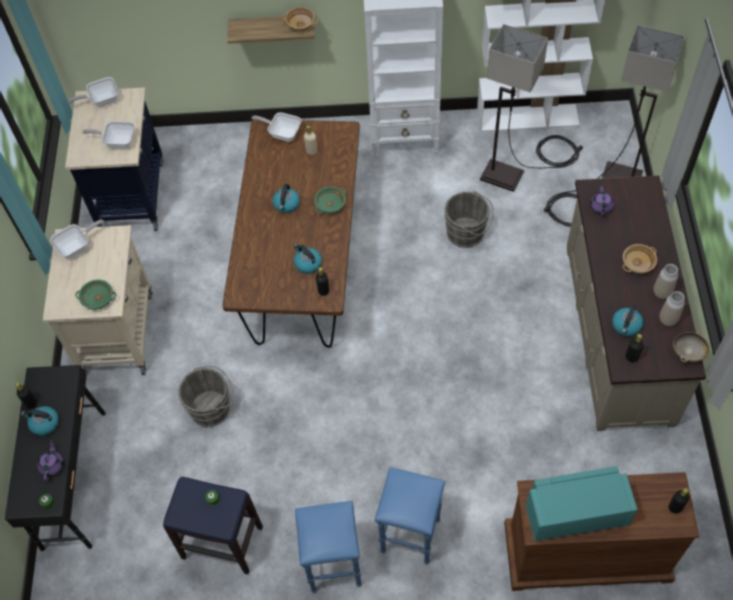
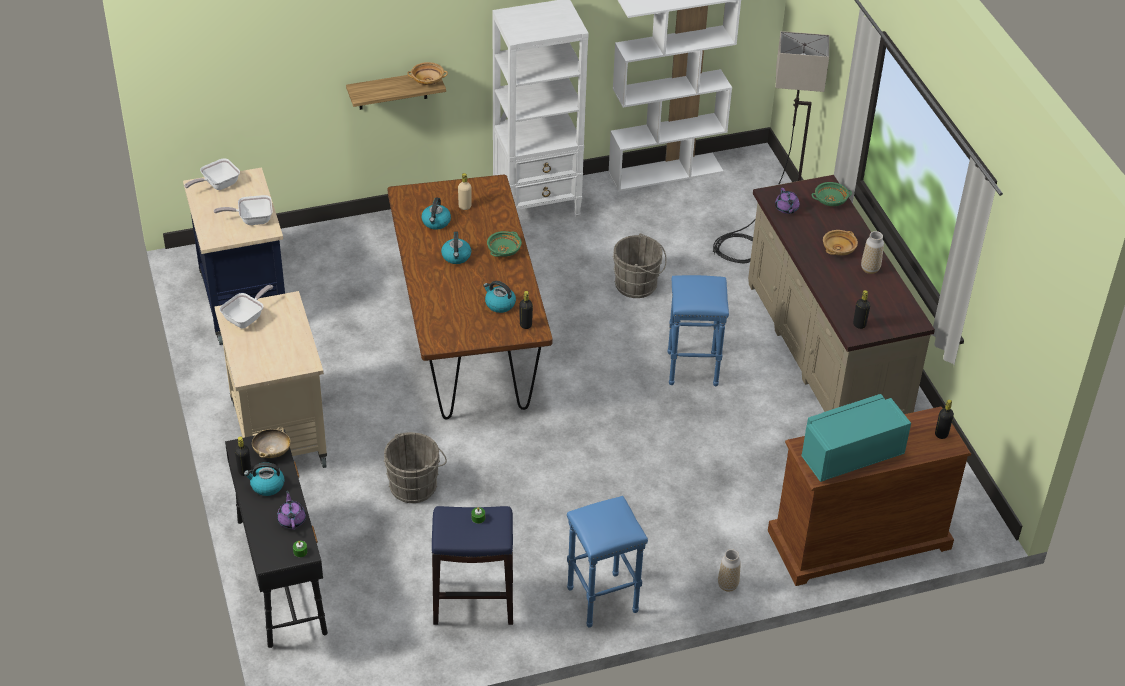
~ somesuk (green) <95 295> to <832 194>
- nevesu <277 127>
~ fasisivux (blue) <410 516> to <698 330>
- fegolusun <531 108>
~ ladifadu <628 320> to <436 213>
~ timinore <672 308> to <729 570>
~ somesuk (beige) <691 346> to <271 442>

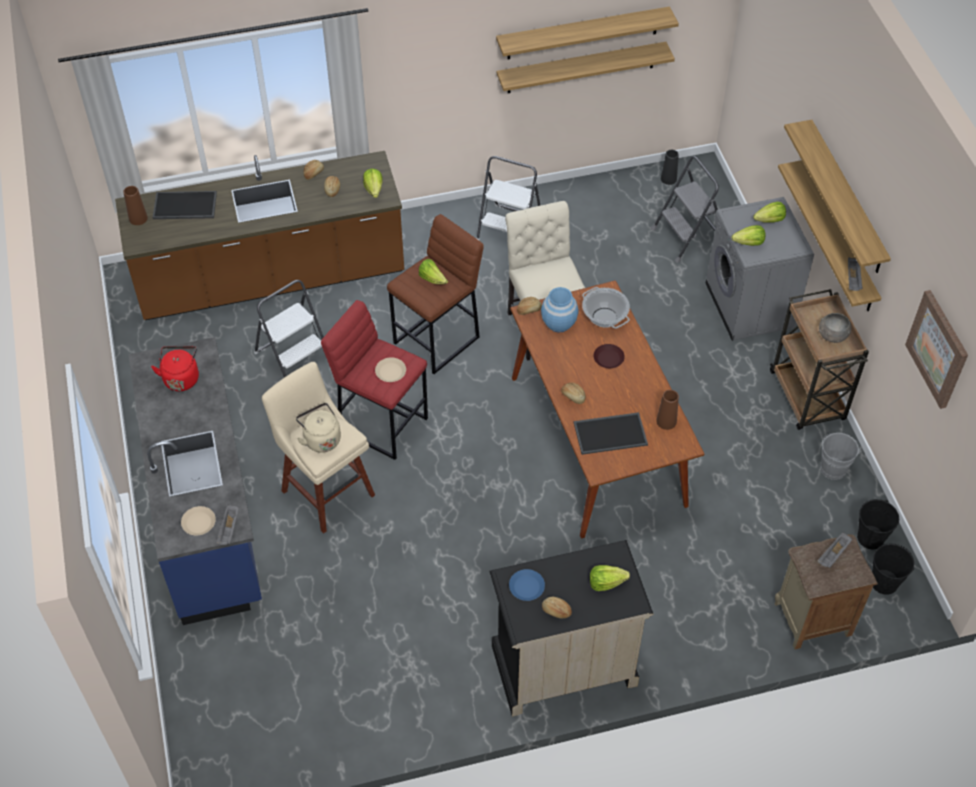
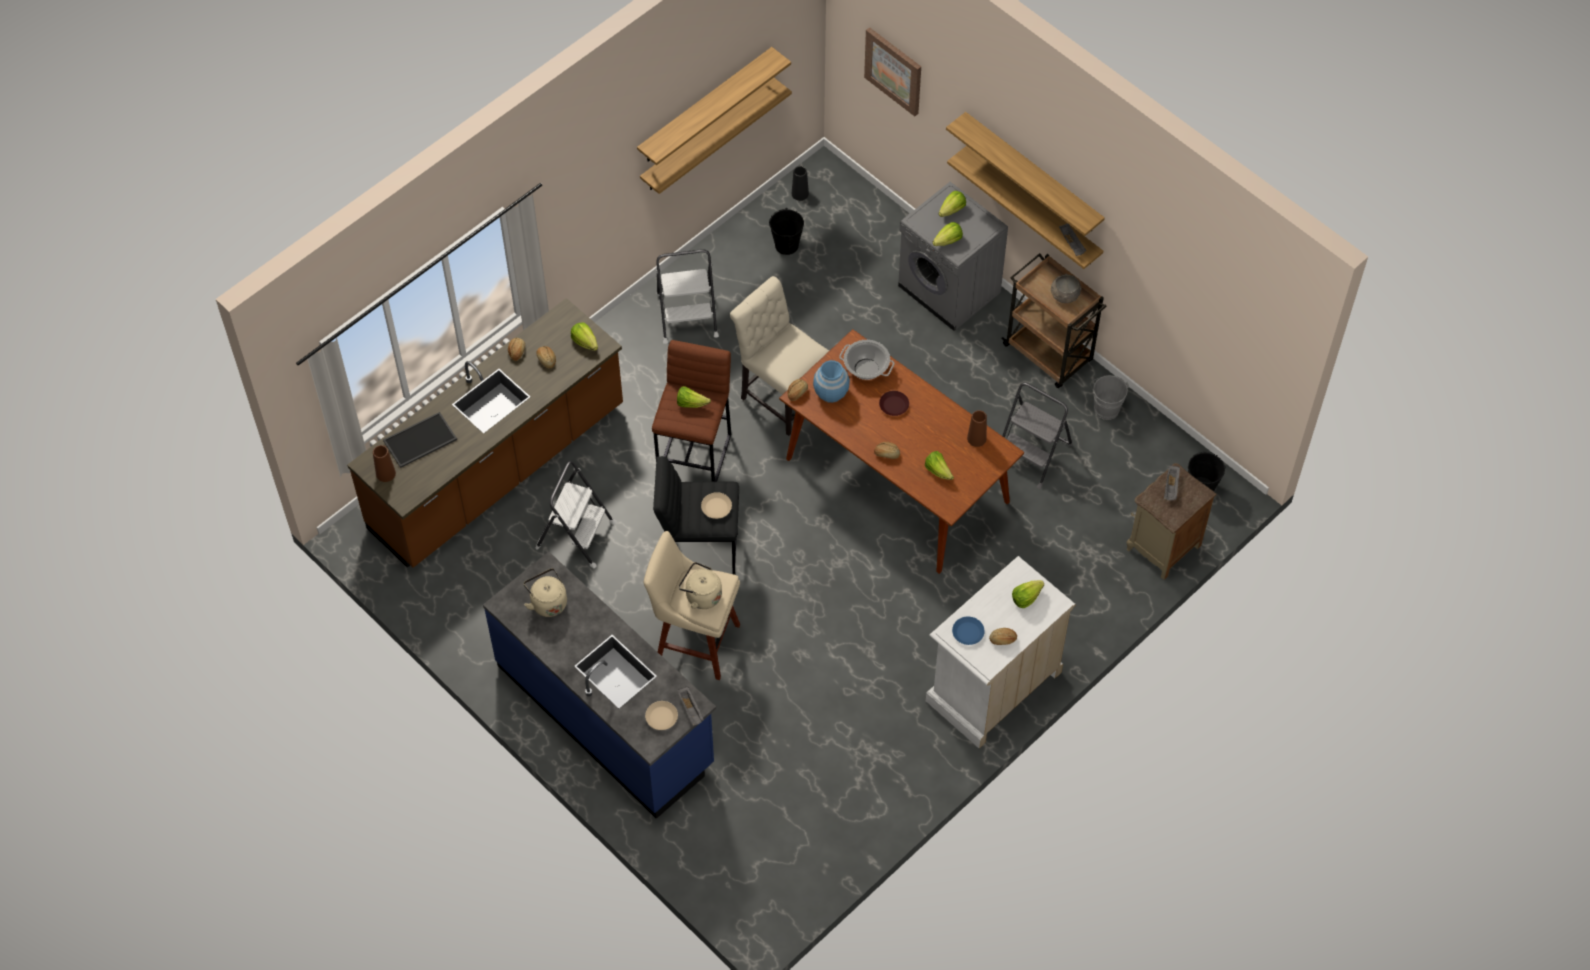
~ ladifadu (red) <175 368> to ladifadu (beige) <545 592>
~ fasisivux (red) <374 380> to fasisivux (black) <696 515>
~ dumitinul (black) <571 628> to dumitinul (white) <1001 652>
~ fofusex <610 433> to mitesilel <939 465>
~ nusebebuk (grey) <685 209> to <1037 436>
~ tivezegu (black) <878 524> to <786 231>
~ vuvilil <936 349> to <892 71>

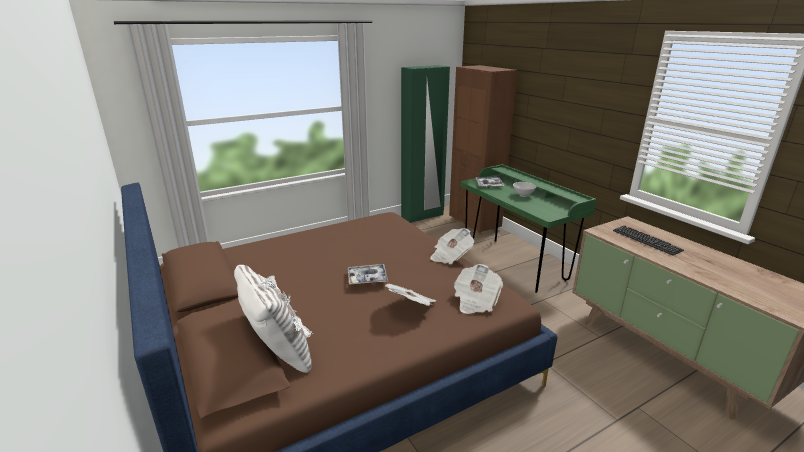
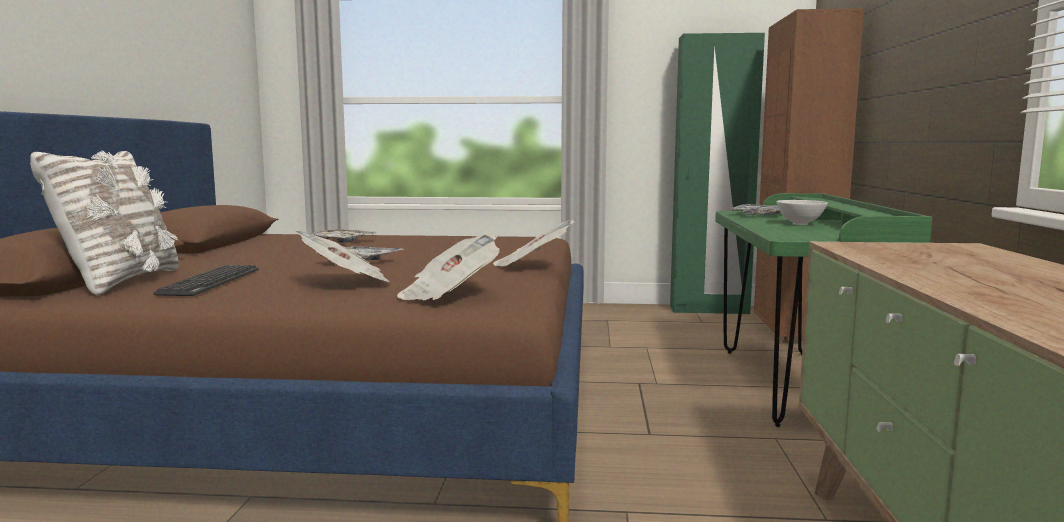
~ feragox <648 240> to <206 280>
+ fofusex <343 235>

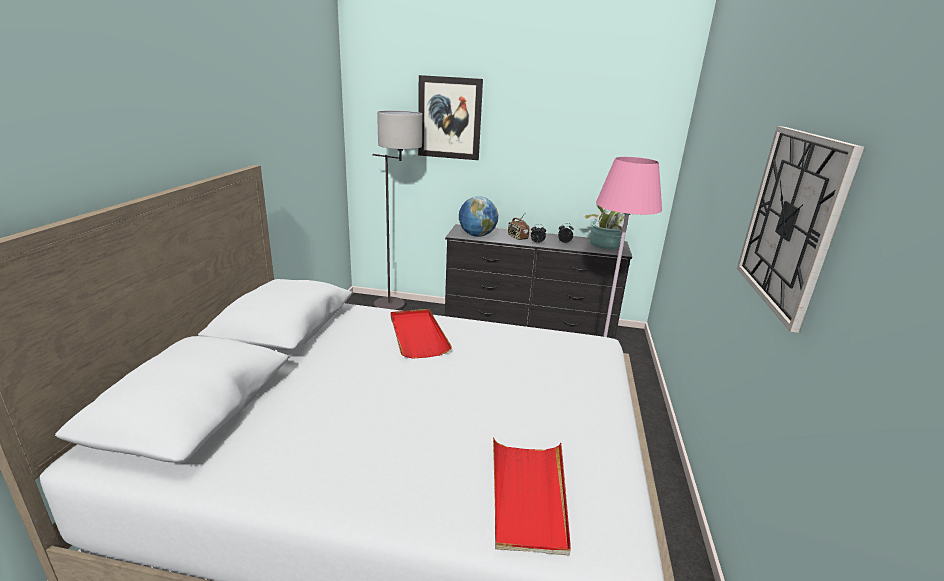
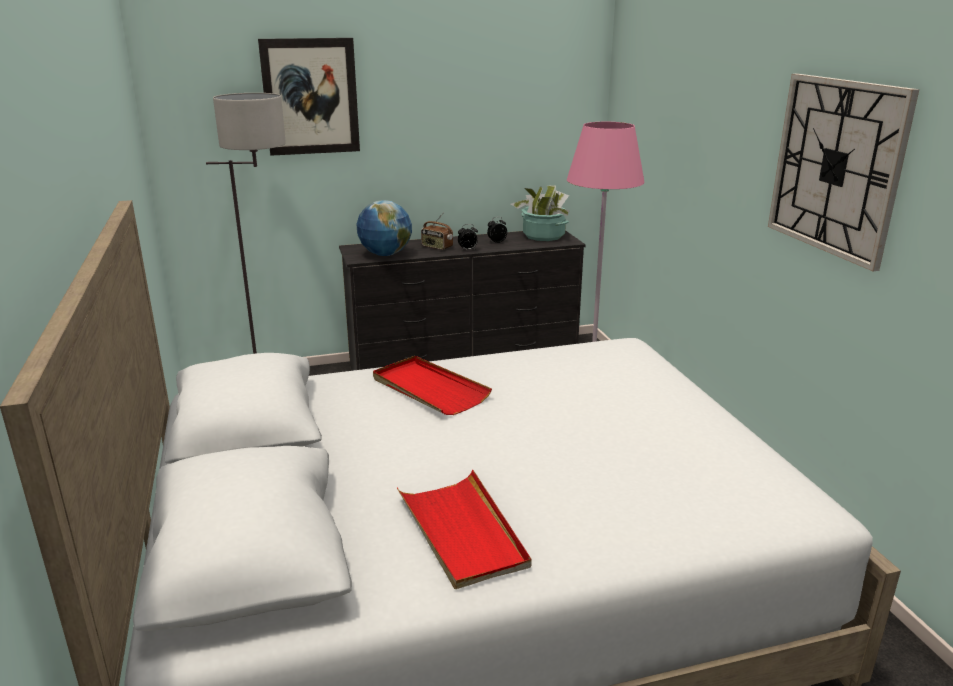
~ fofusex (red) <532 496> to <464 529>

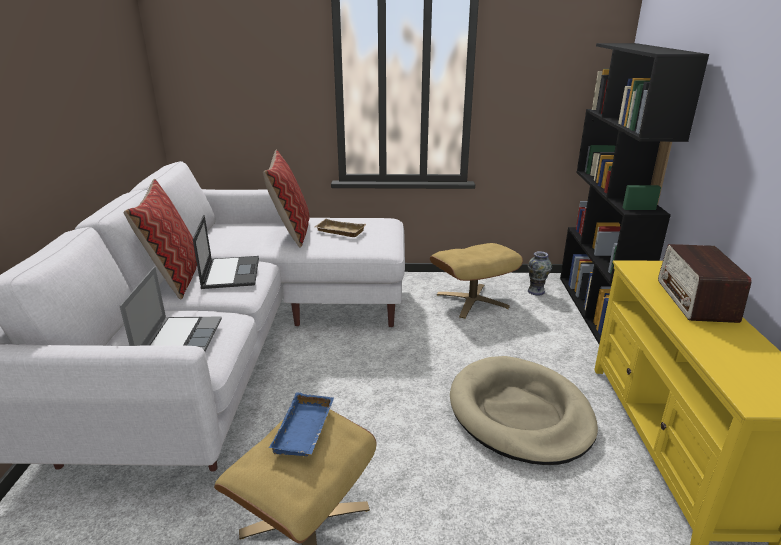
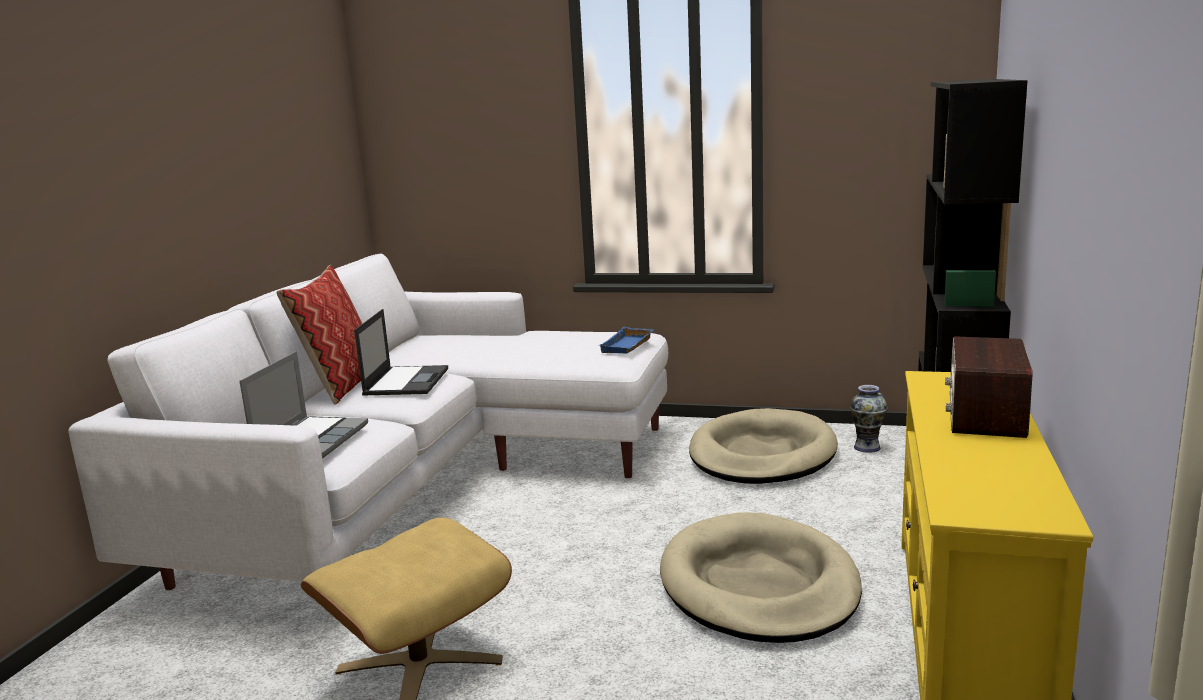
- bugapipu <286 199>
~ fofusex (blue) <301 424> to <627 340>
- fofusex (beige) <340 228>
~ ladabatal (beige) <476 281> to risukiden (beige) <763 446>

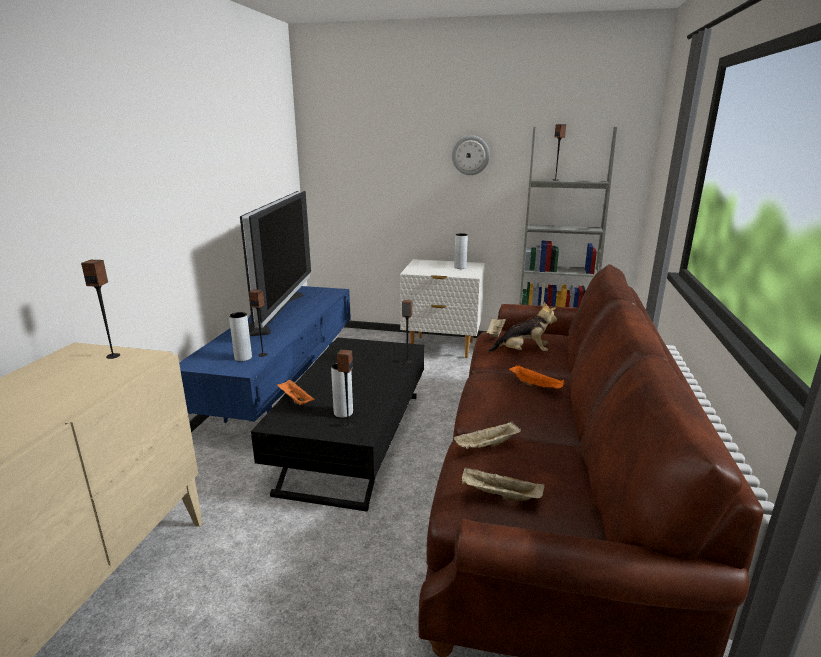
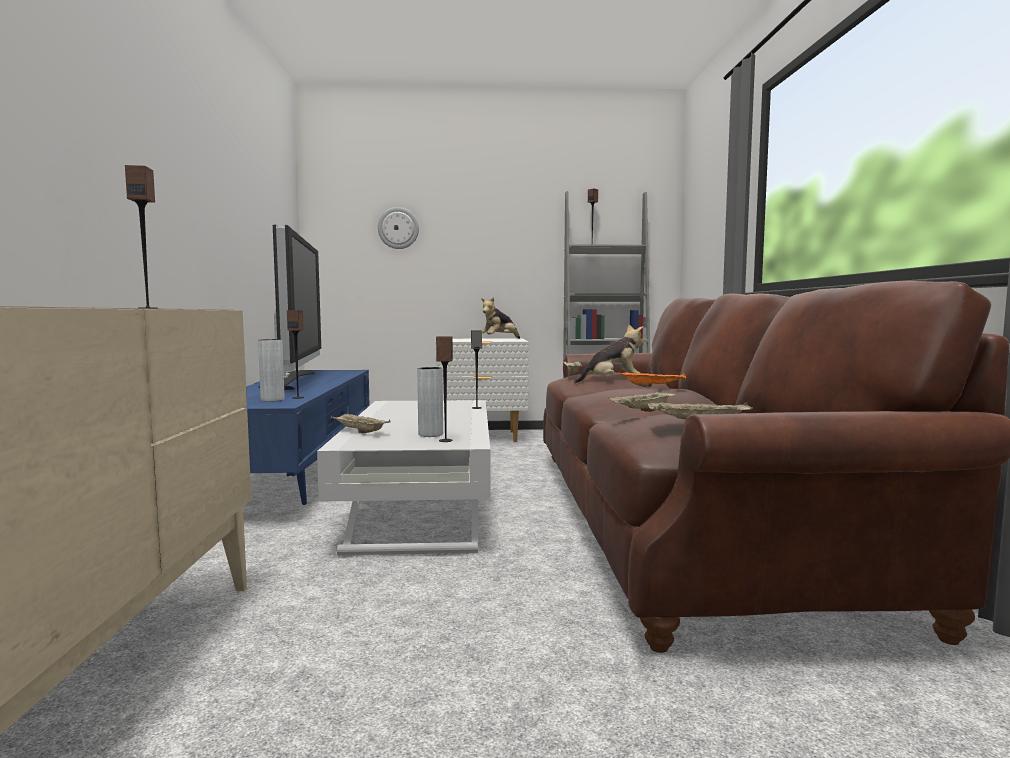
~ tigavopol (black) <337 424> to tigavopol (white) <404 478>
~ fofusex (orange) <295 392> to fofusex (beige) <361 423>
~ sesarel <471 155> to <398 228>
~ timinore (grey) <461 251> to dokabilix <500 318>

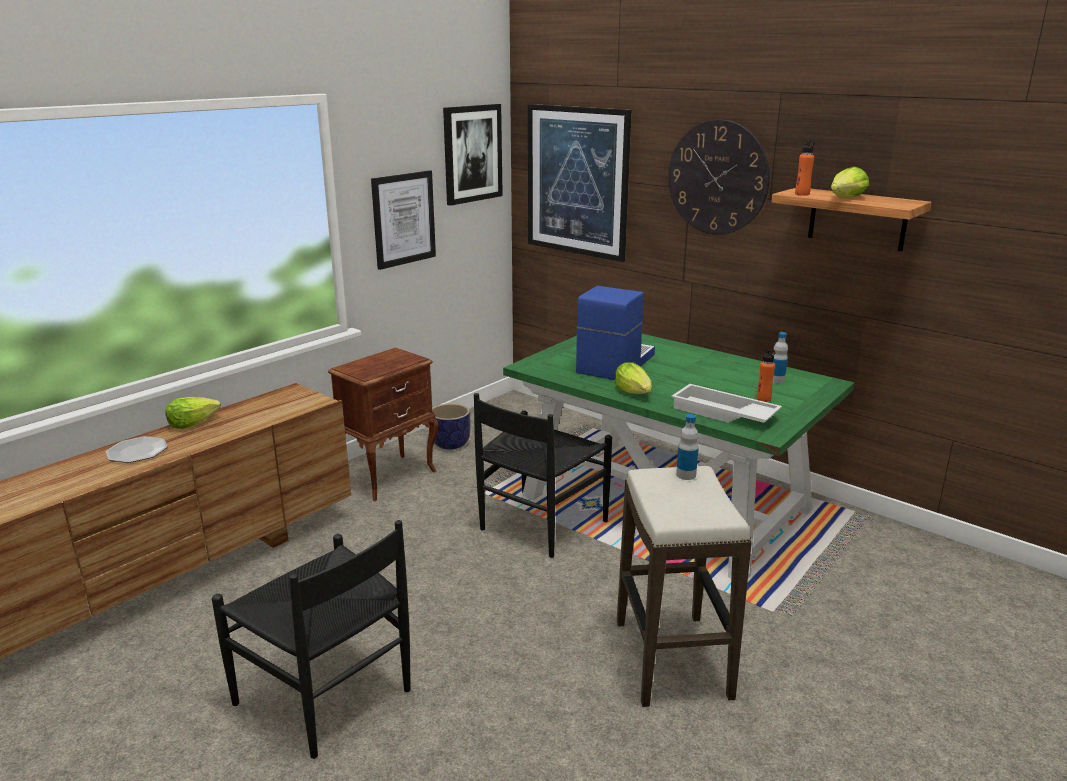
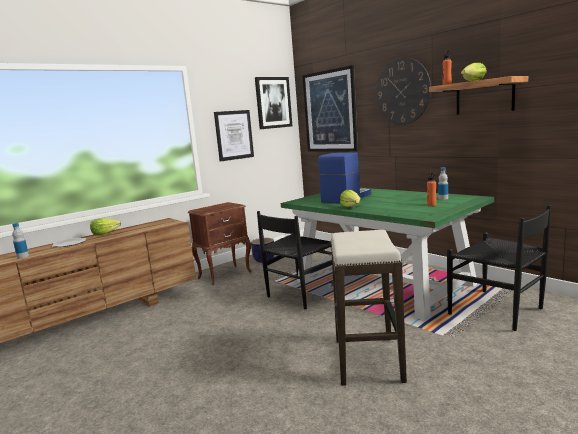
~ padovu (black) <311 639> to <499 268>
- fofusex (white) <726 403>
~ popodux <687 447> to <20 241>

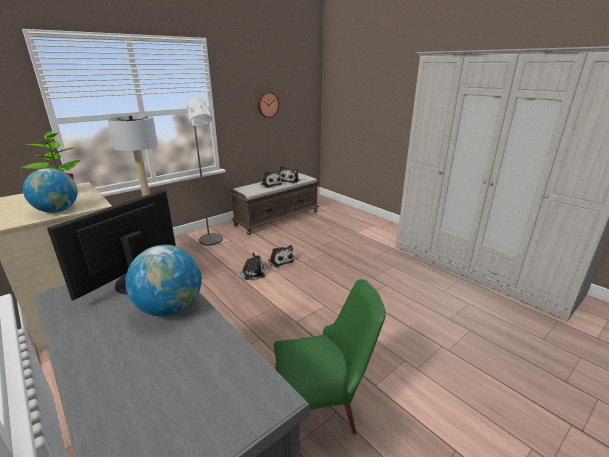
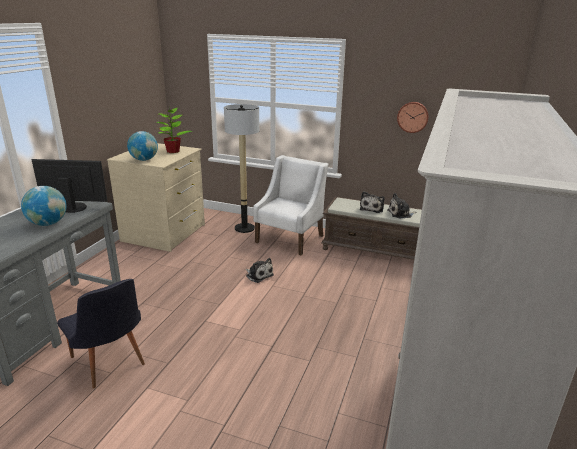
~ fegolusun (grey) <204 171> to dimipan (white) <290 205>
- dokabilix <281 256>
~ padovu (green) <330 357> to padovu (black) <101 334>

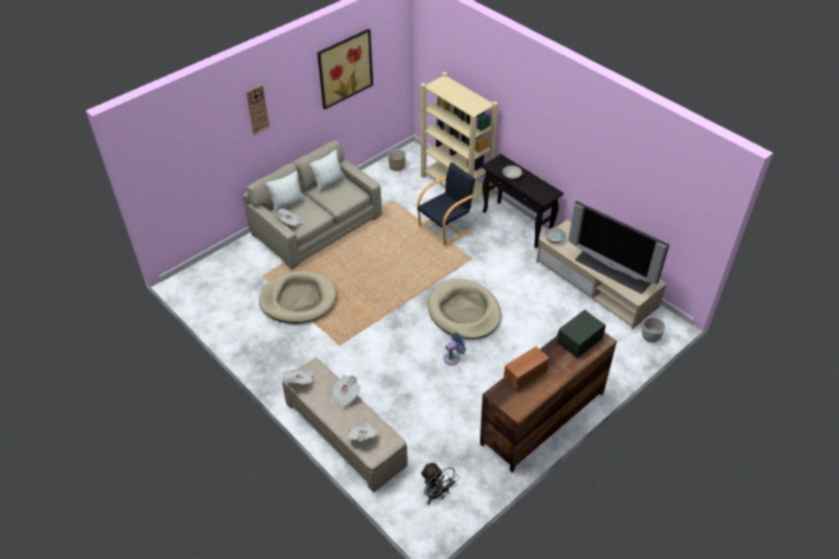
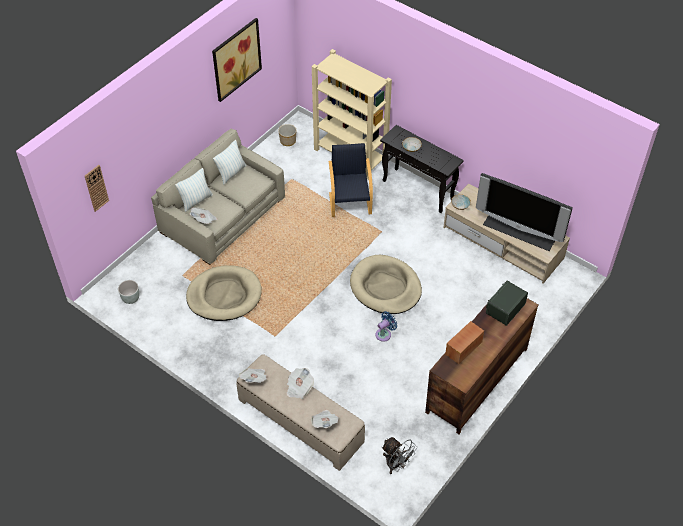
~ sesarel <258 110> to <97 188>
~ dimipan (black) <446 204> = <351 180> 45 degrees counterclockwise
~ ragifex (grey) <654 330> to <128 292>

